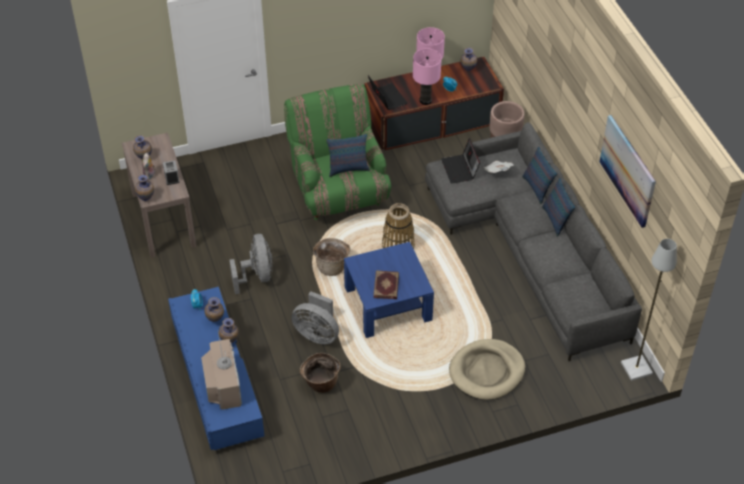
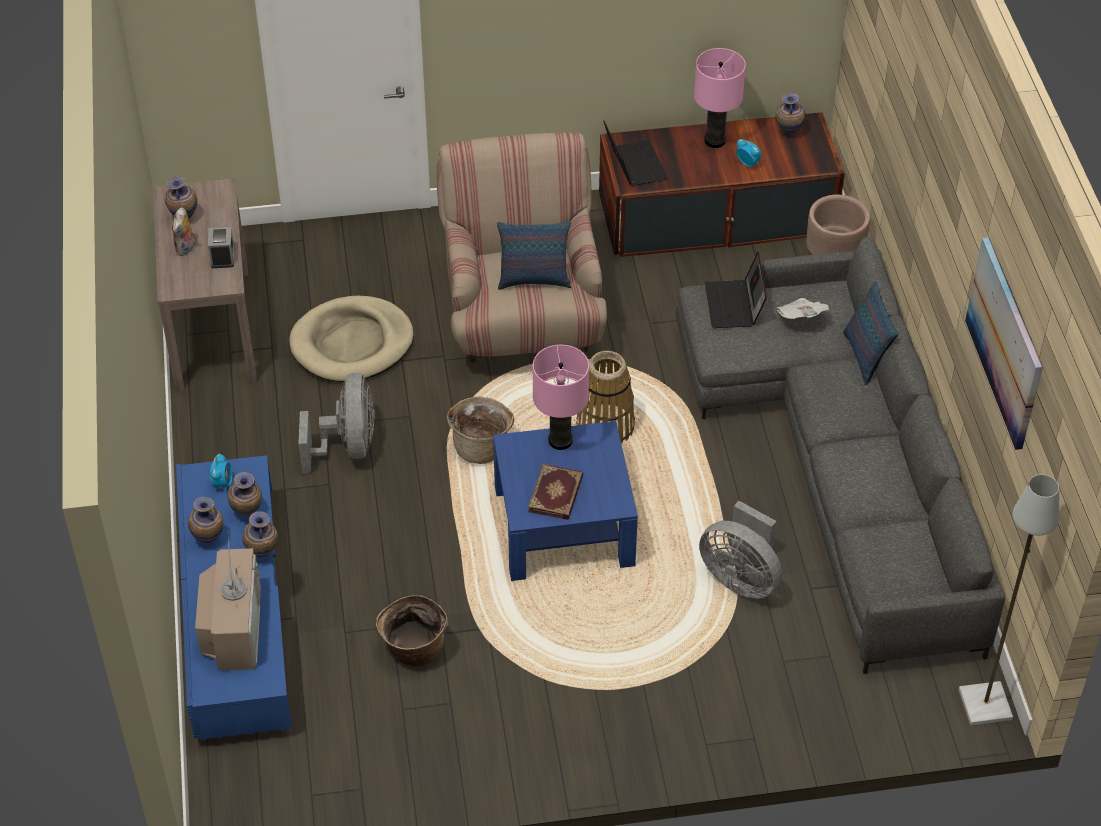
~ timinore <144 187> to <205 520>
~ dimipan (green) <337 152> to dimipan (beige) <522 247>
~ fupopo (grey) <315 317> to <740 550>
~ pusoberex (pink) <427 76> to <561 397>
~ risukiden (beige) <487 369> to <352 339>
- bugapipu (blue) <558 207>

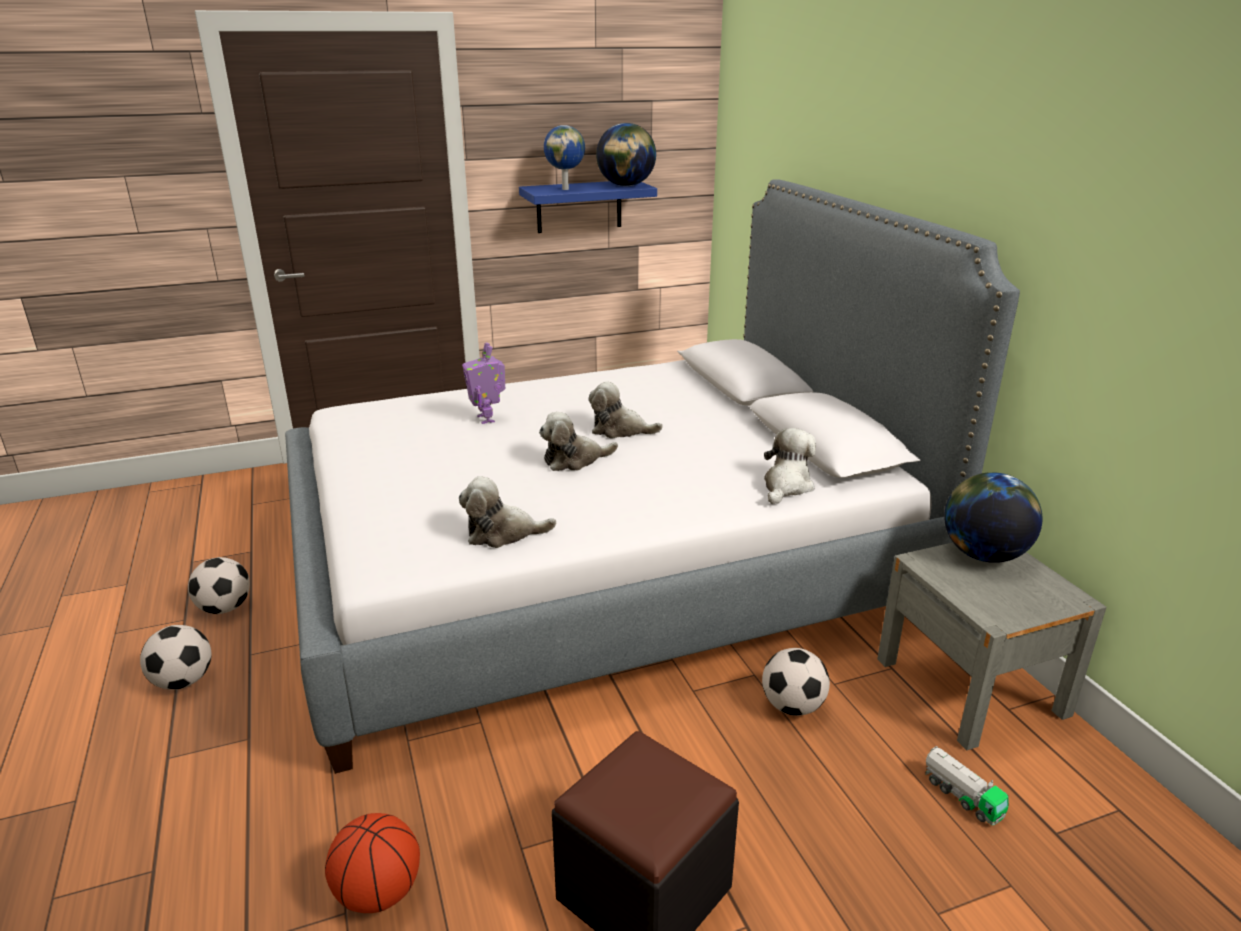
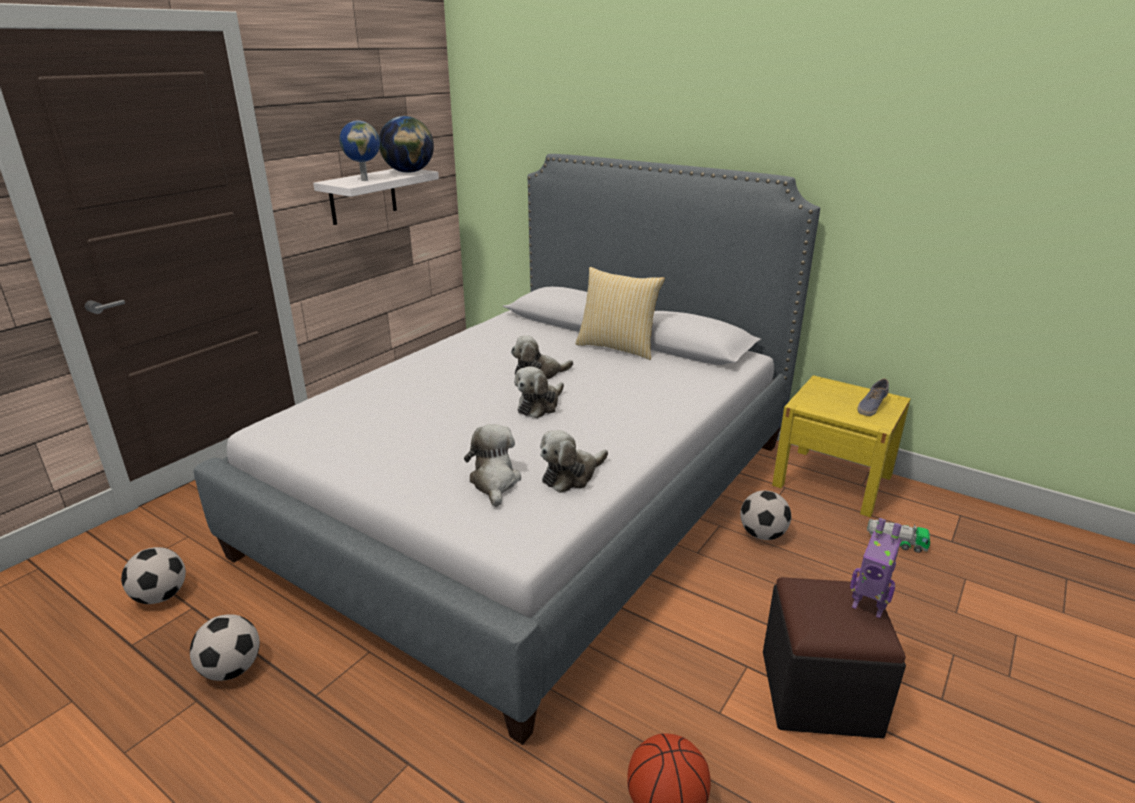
~ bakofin <175 657> to <153 575>
~ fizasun <483 383> to <876 568>
~ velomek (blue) <588 207> to velomek (white) <376 197>
~ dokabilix <790 466> to <492 465>
~ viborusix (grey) <992 646> to viborusix (yellow) <841 446>
- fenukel <993 517>
+ bugapipu <620 313>
+ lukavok <873 397>

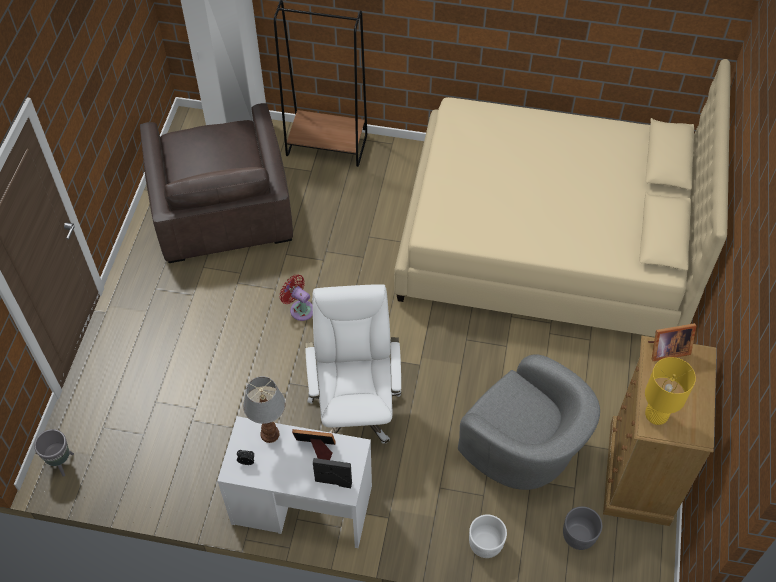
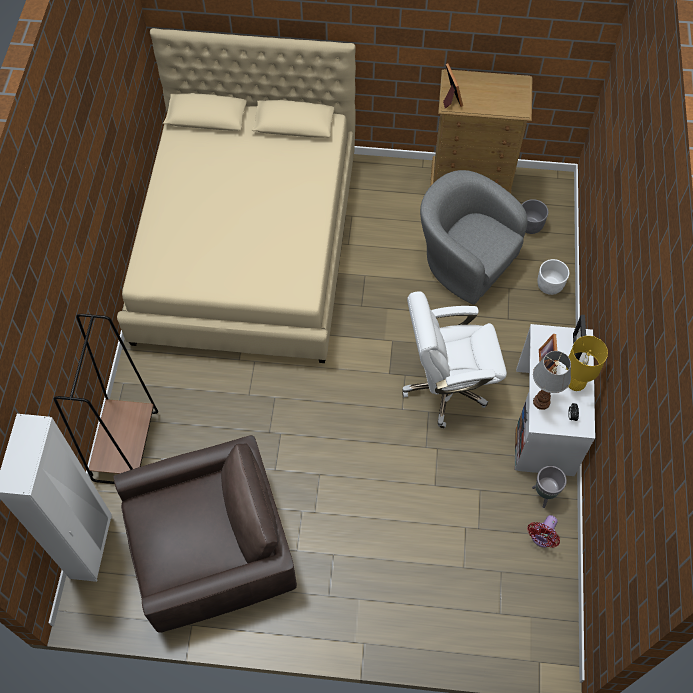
~ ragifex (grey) <54 453> to <549 487>
~ fupopo (red) <296 297> to <543 531>
~ dimipan (grey) <529 422> = <473 237> 90 degrees counterclockwise
~ pusoberex (yellow) <670 391> to <587 363>

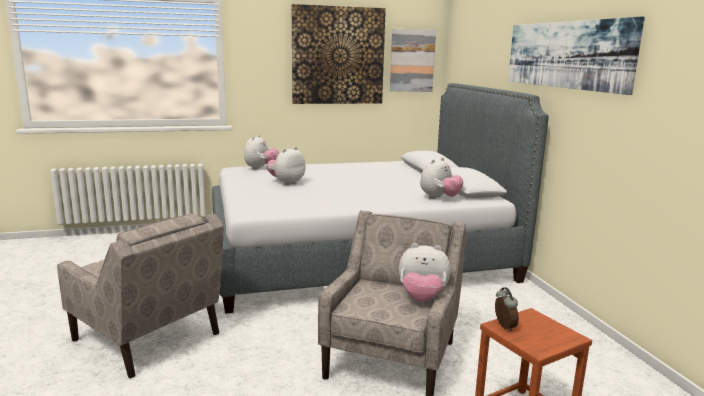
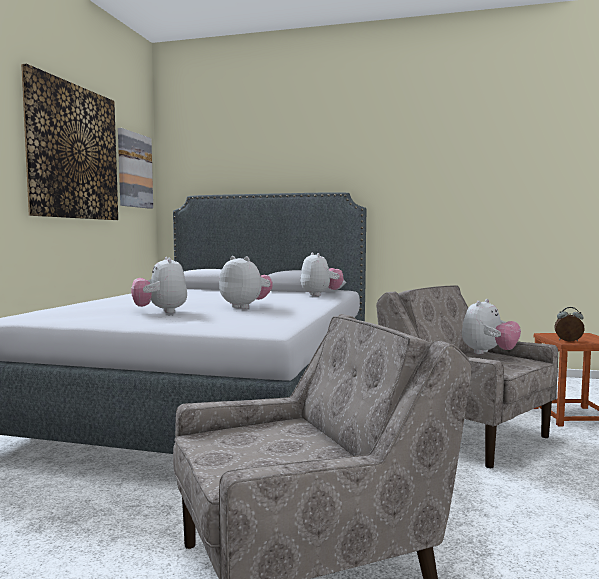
~ dokabilix <261 152> to <246 282>
- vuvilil <576 56>

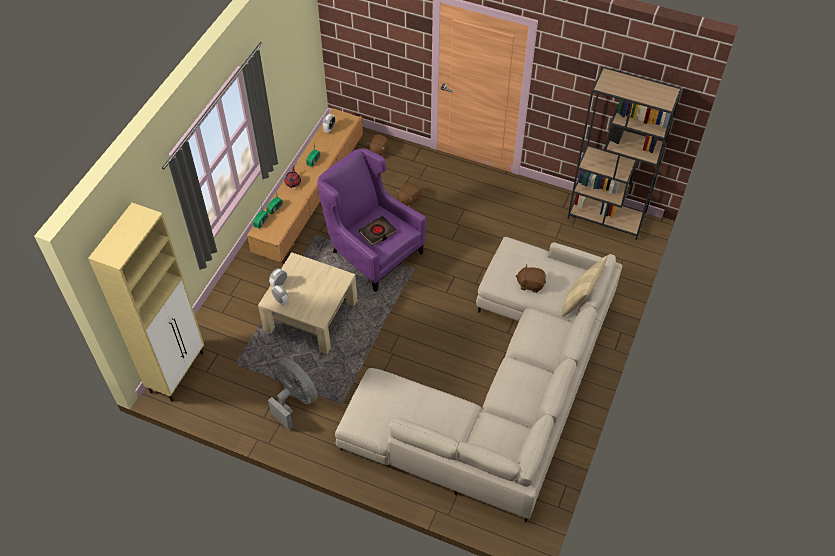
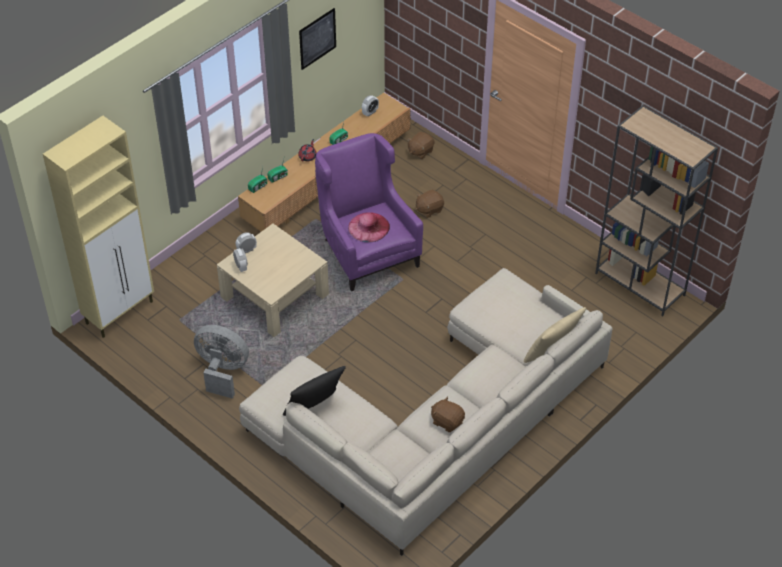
~ fupopo (grey) <293 394> = <221 362> 45 degrees counterclockwise
~ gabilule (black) <377 231> to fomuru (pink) <369 227>
~ dokabilix (brown) <531 278> to <448 414>
+ bugapipu (black) <314 391>
+ vuvilil <317 39>

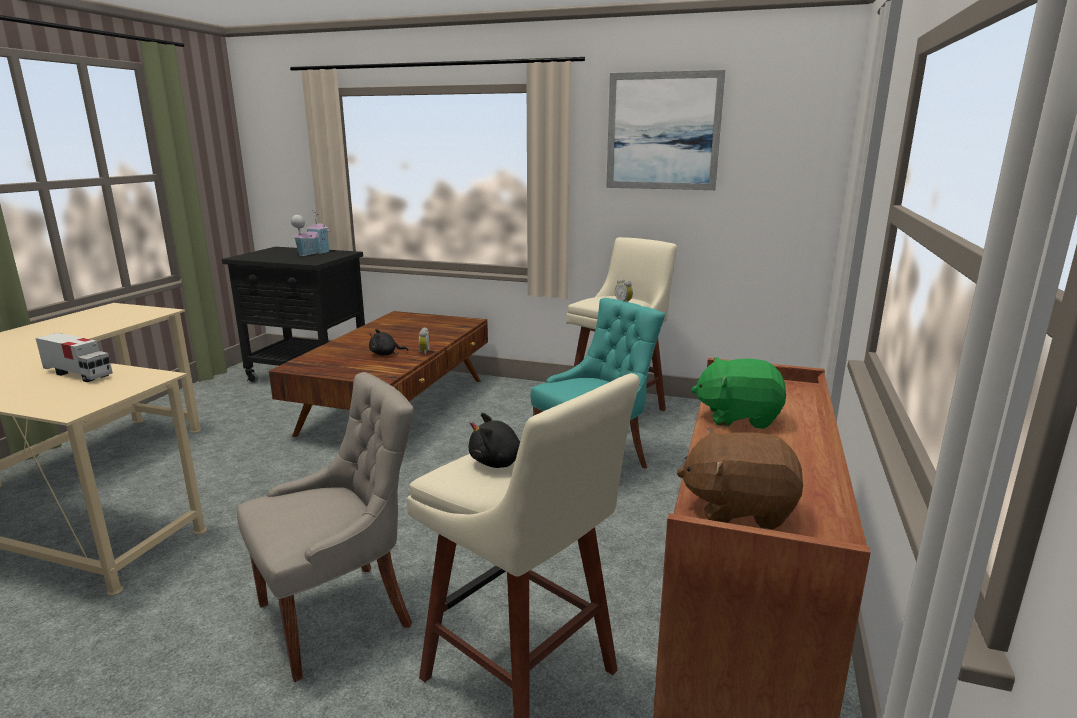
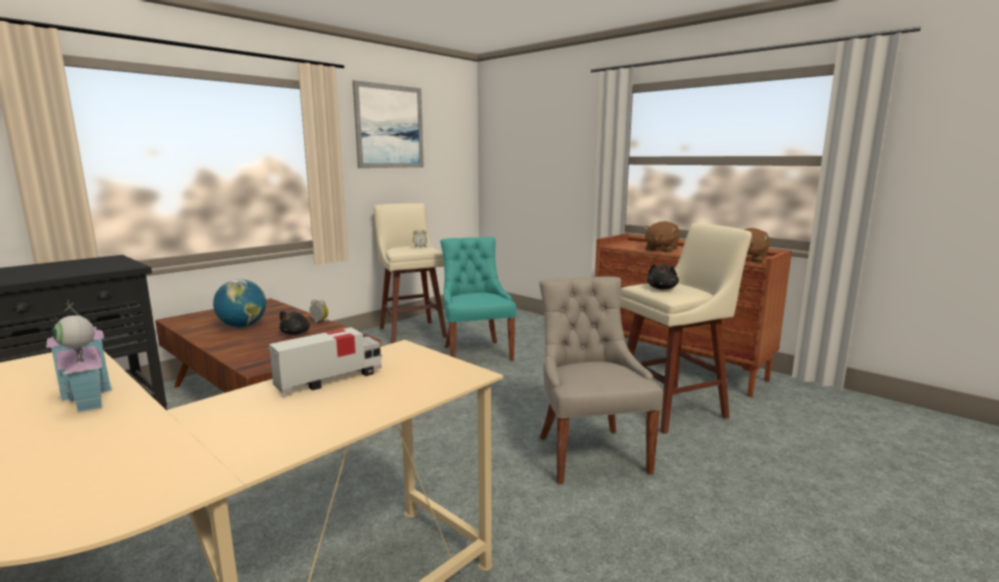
~ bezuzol <310 233> to <79 356>
~ dokabilix (green) <738 393> to dokabilix (brown) <662 237>
+ fenukel <239 303>

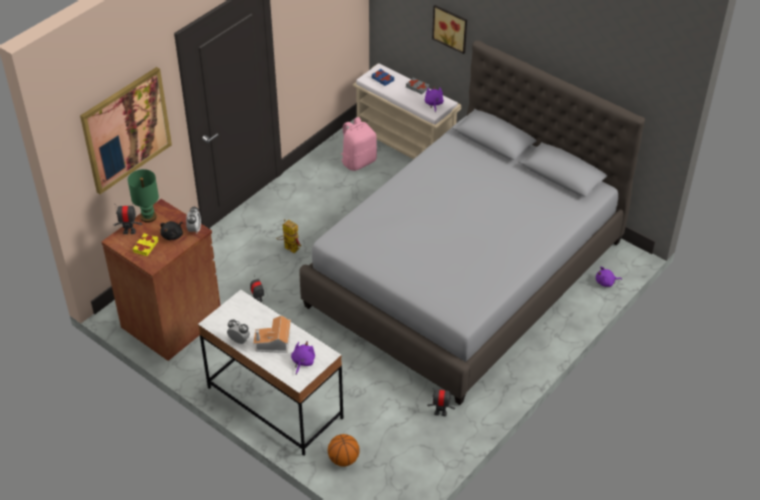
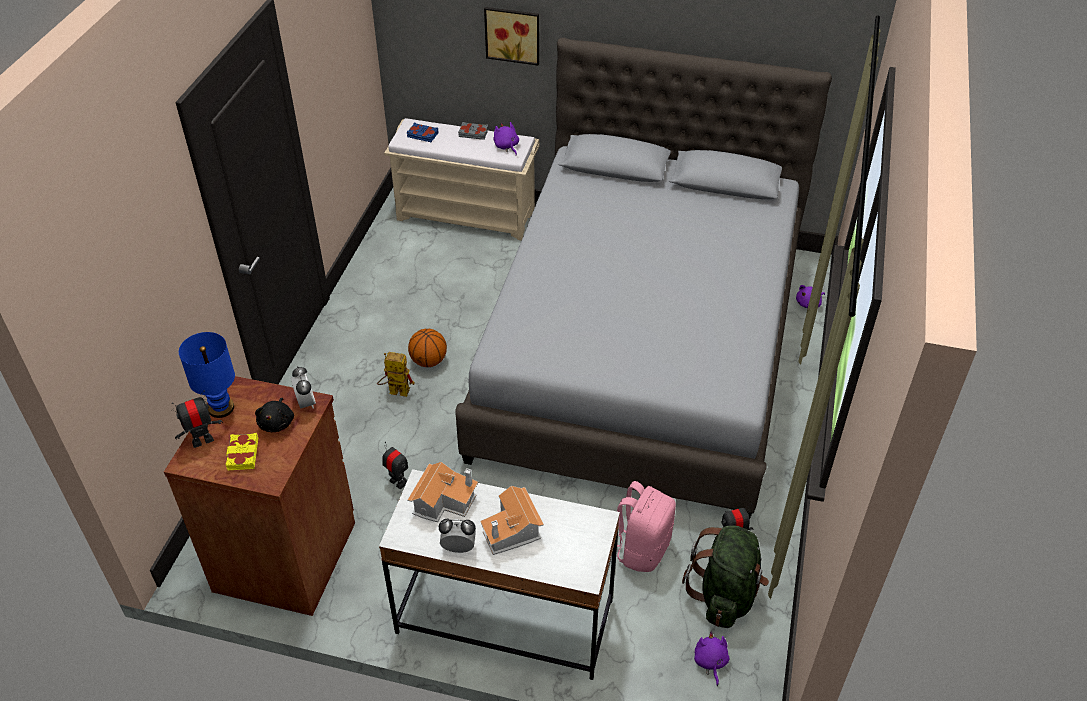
- vuvilil <126 130>
~ pusoberex (green) <143 196> to pusoberex (blue) <207 375>
~ dokabilix (purple) <303 358> to <711 659>
~ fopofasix <344 450> to <427 348>
~ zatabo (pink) <359 144> to <646 526>
+ bezuzol <442 492>
+ zatabo (green) <725 576>

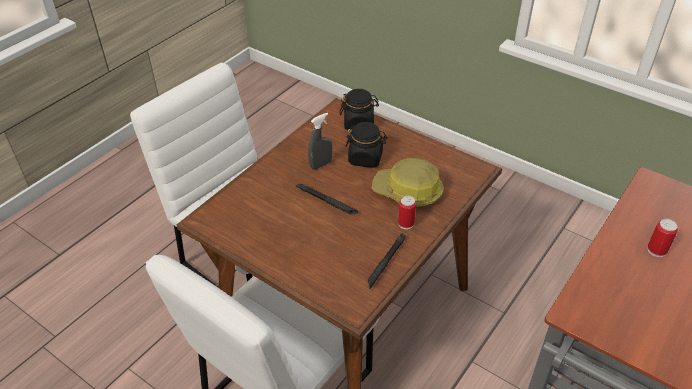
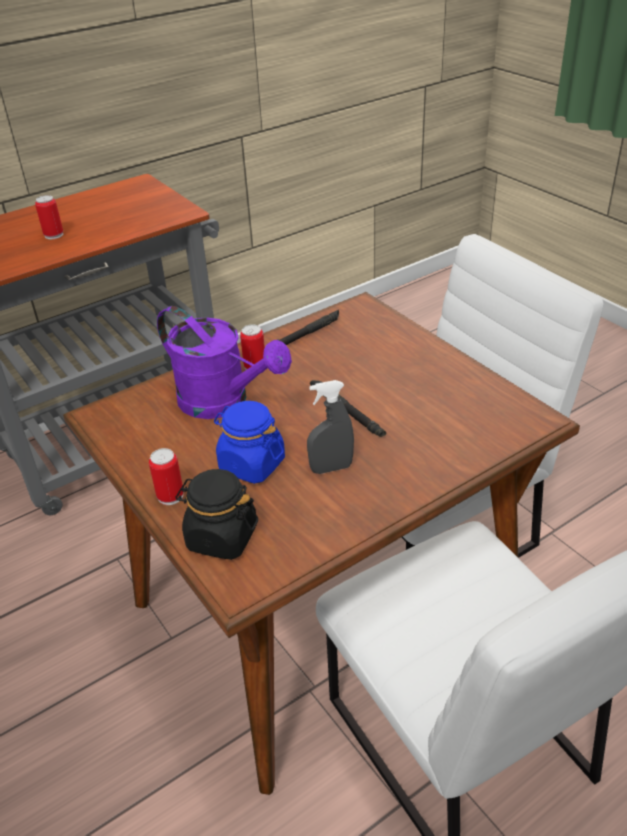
~ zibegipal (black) <366 145> to zibegipal (blue) <249 442>
~ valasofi <407 182> to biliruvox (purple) <224 362>
+ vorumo <166 476>

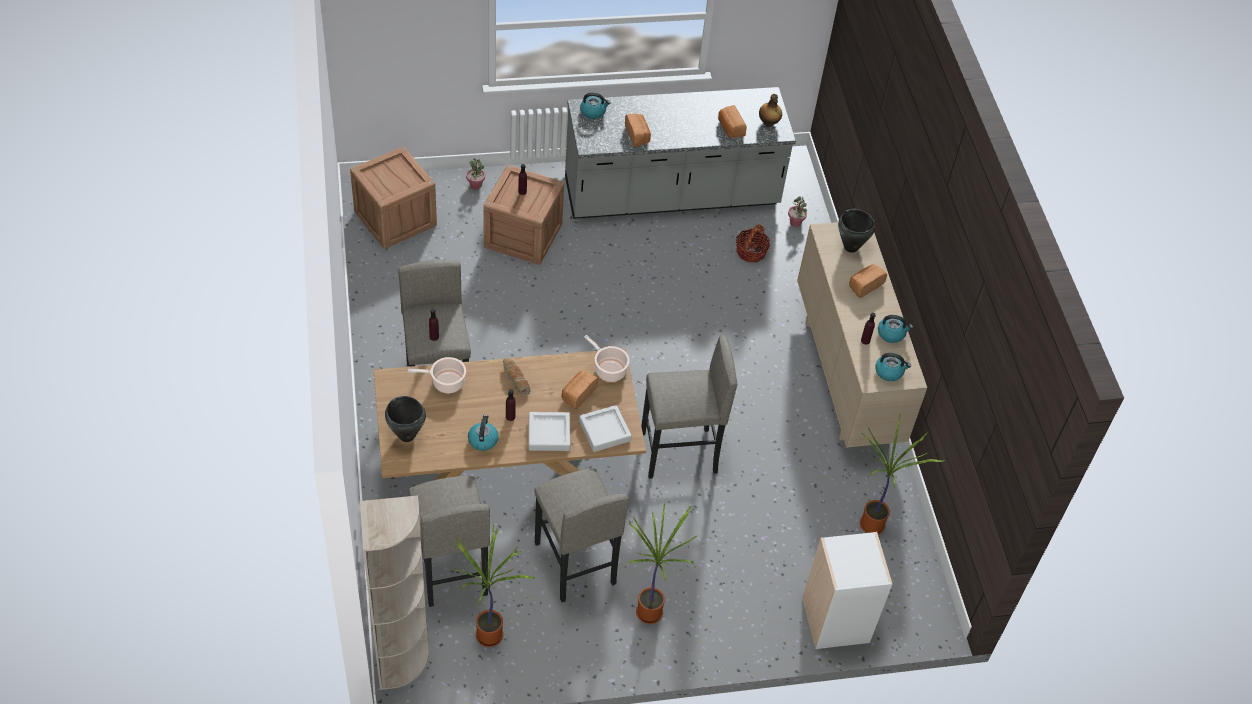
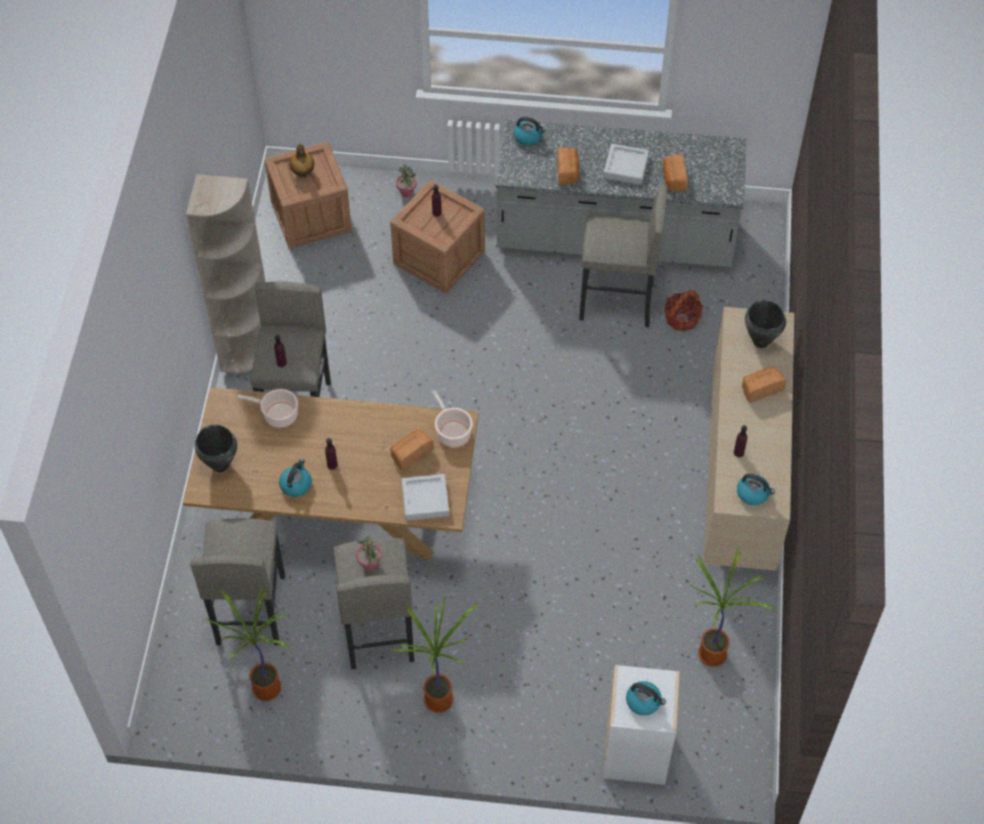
~ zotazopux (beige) <394 592> to <225 273>
- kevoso <516 376>
~ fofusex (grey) <549 431> to <626 164>
~ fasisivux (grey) <689 407> to <623 256>
~ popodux <770 110> to <302 160>
~ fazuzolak <797 211> to <369 553>
~ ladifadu <895 329> to <646 698>

